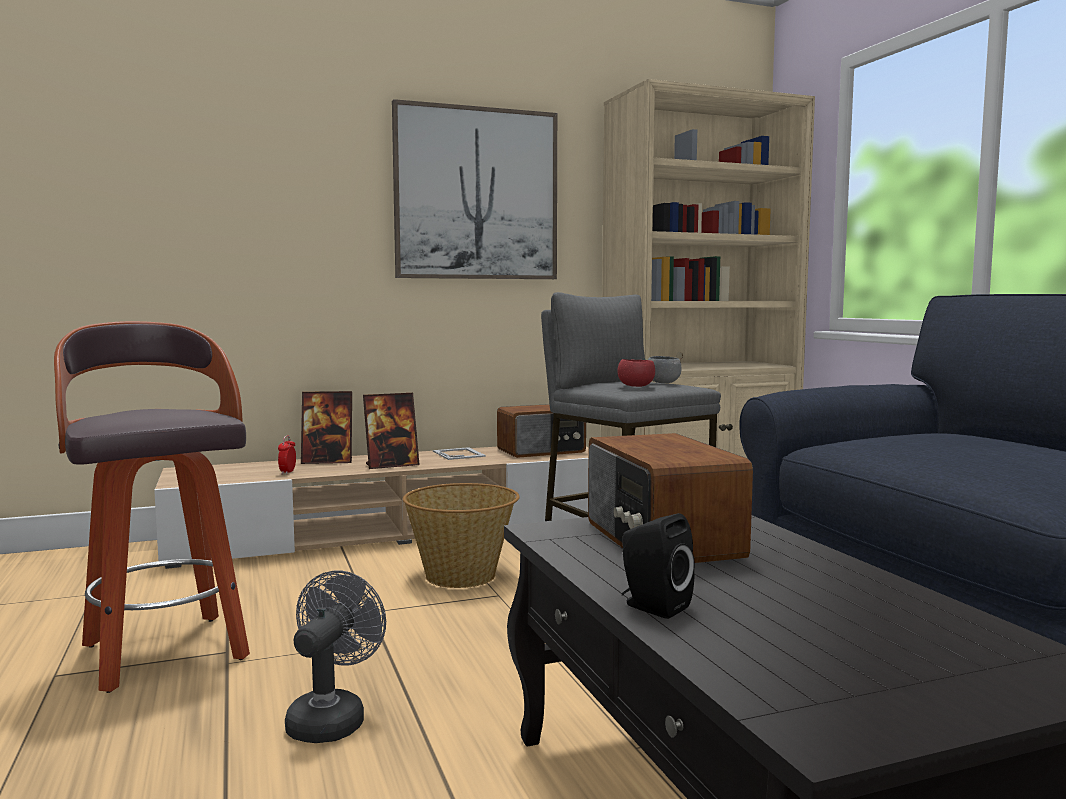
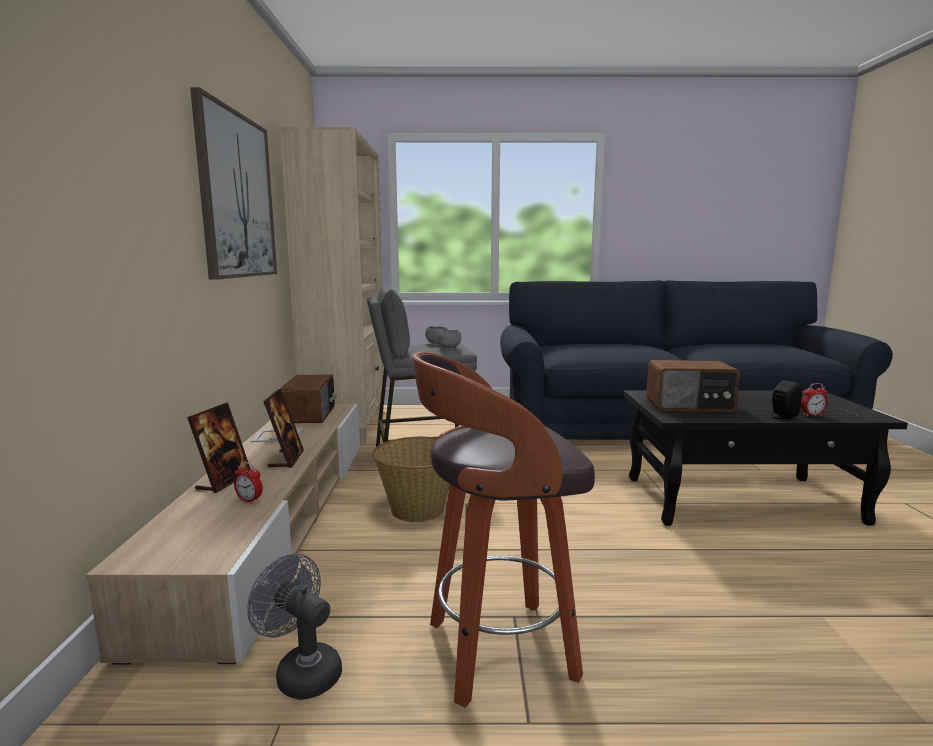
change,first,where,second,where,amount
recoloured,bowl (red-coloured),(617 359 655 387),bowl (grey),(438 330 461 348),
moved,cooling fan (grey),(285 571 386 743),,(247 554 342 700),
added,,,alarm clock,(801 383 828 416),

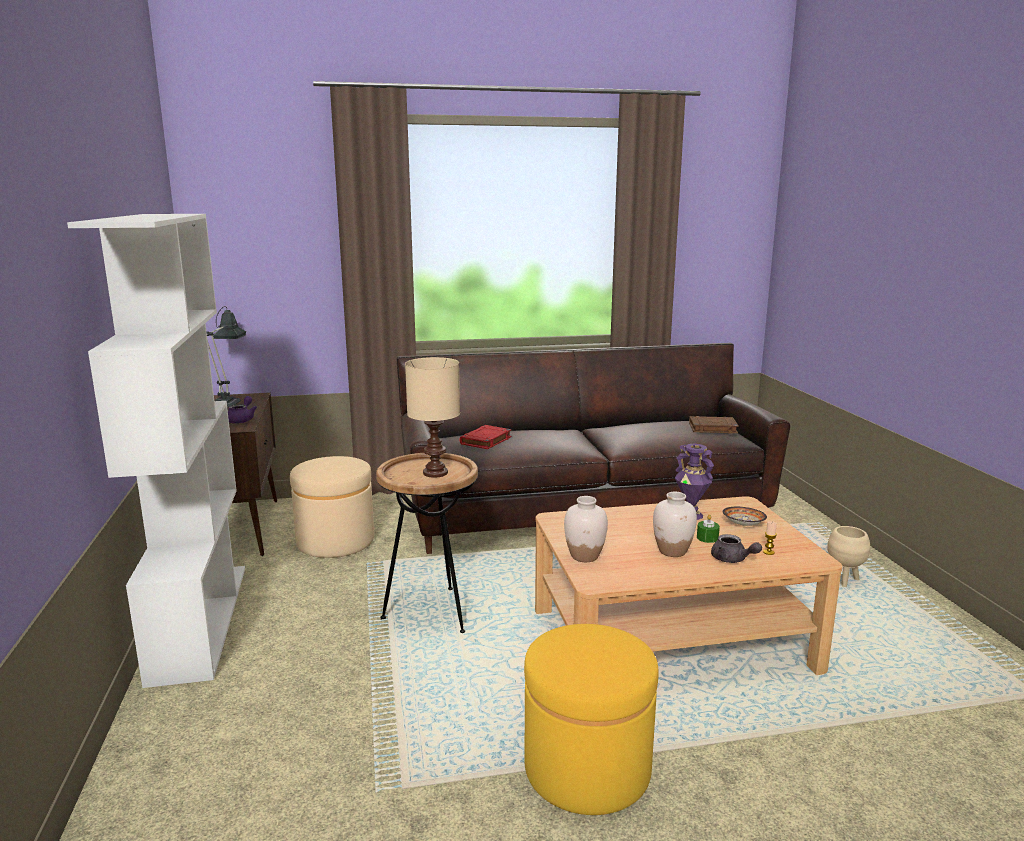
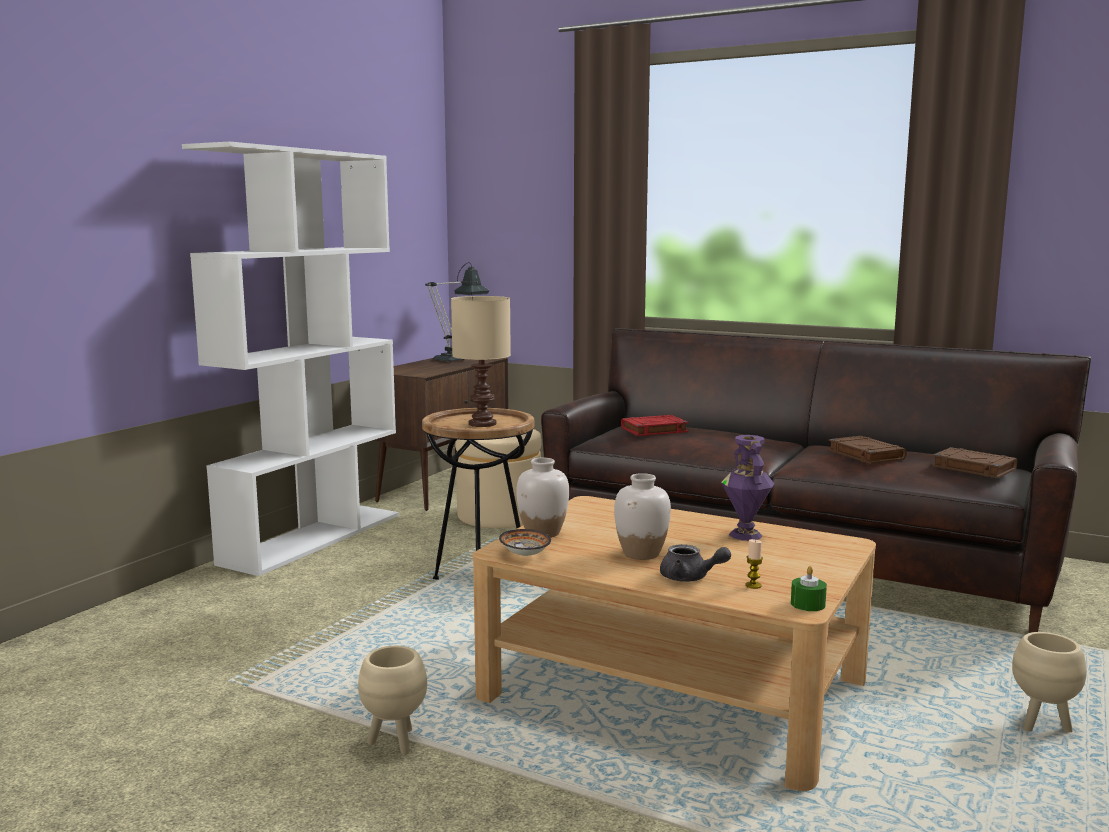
change,first,where,second,where,amount
removed,tea pot (purplish),(228 396 257 424),,,
moved,bowl,(722 507 767 526),,(499 529 551 556),
moved,wax light (green-coloured),(697 514 720 543),,(791 566 827 611),
turned,tea pot (grey),(711 534 762 563),,(660 544 731 582),60 degrees counterclockwise
replaced,footrest (yellow),(524 624 659 815),flower pot (beige),(358 646 427 755),
added,,,bound book (brownish),(828 436 907 464),

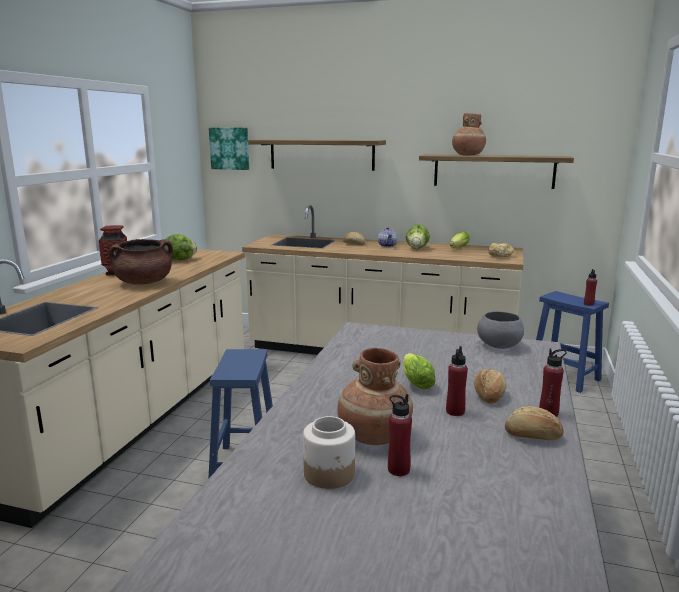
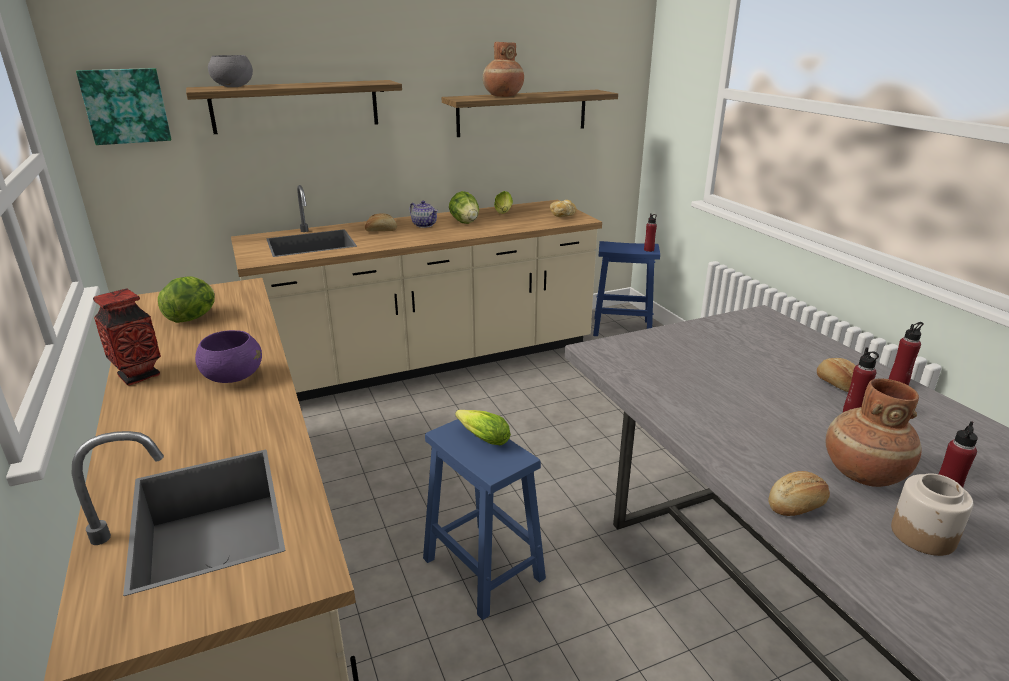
change,first,where,second,where,amount
replaced,stockpot (brownish),(109 239 173 285),bowl (purplish),(195 330 262 383),
moved,bowl (grey),(477 311 524 349),,(208 55 253 87),
moved,head of lettuce,(403 353 436 389),,(455 410 511 446),
moved,baked bread,(505 406 564 440),,(768 471 830 516),

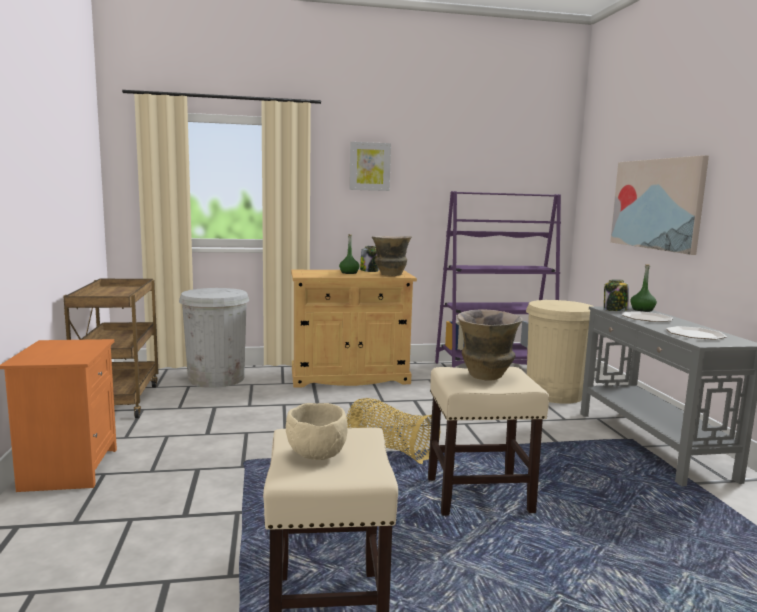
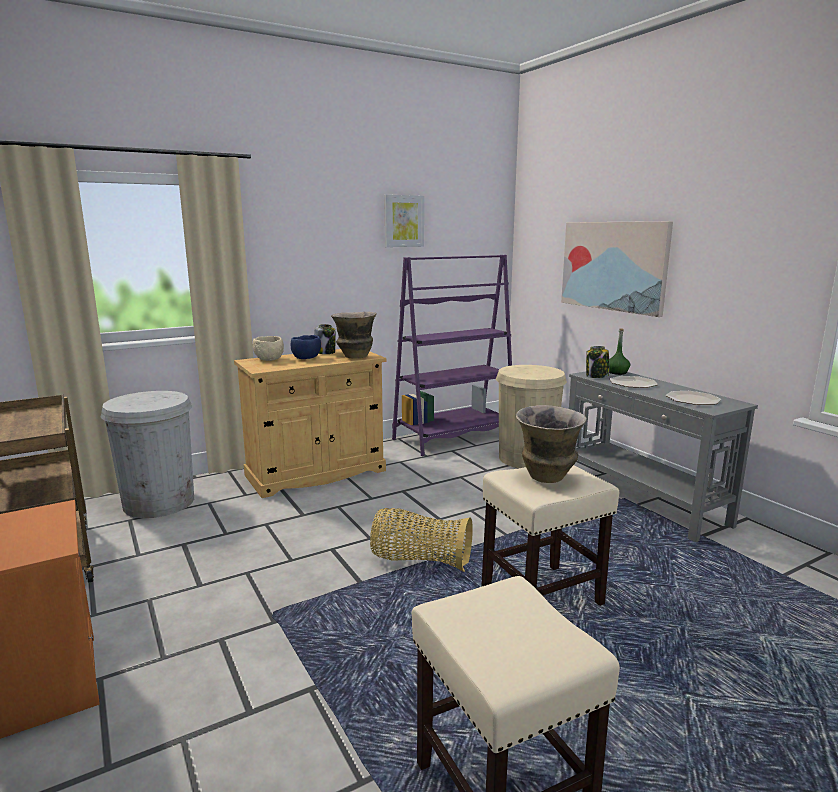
change,first,where,second,where,amount
moved,wall picture,(349 142 391 191),,(384 195 424 247),
replaced,bottle (green-coloured),(339 234 360 274),bowl (bluish),(291 335 321 359),
moved,bowl (beige),(286 403 348 460),,(253 336 284 361),

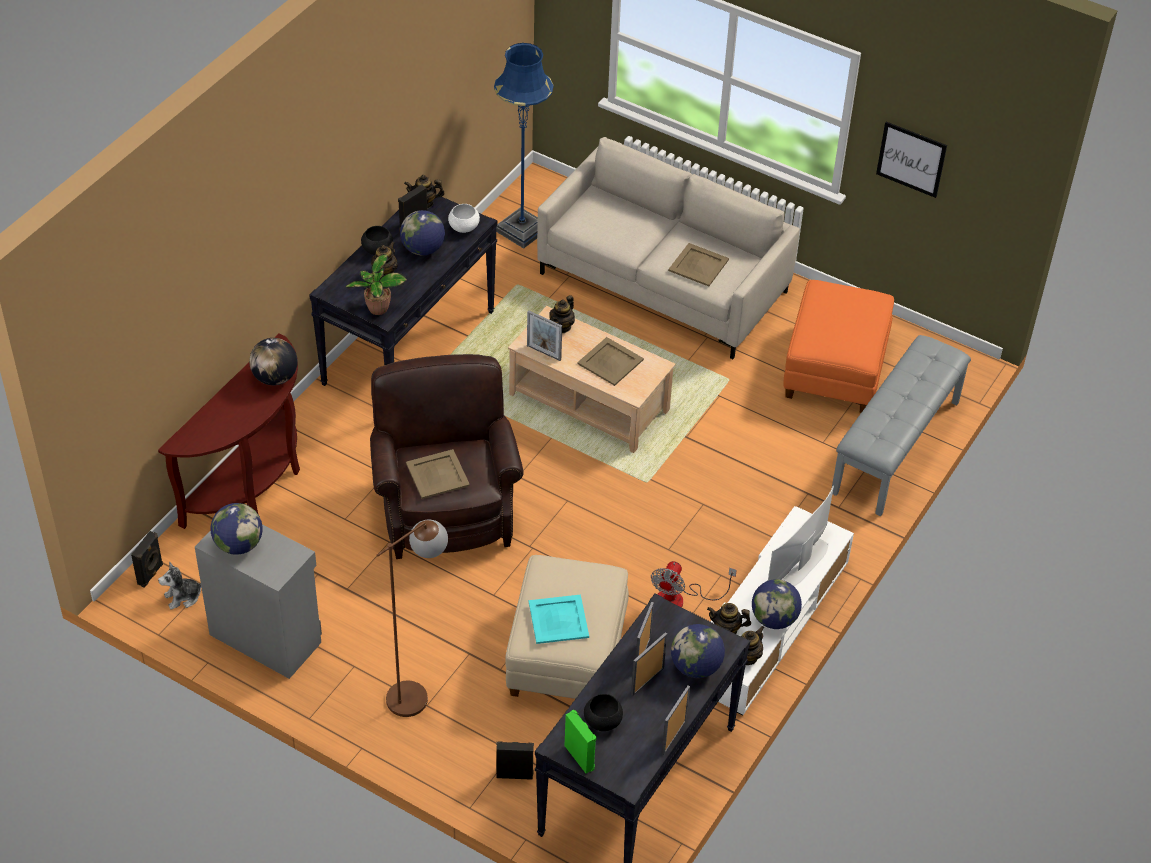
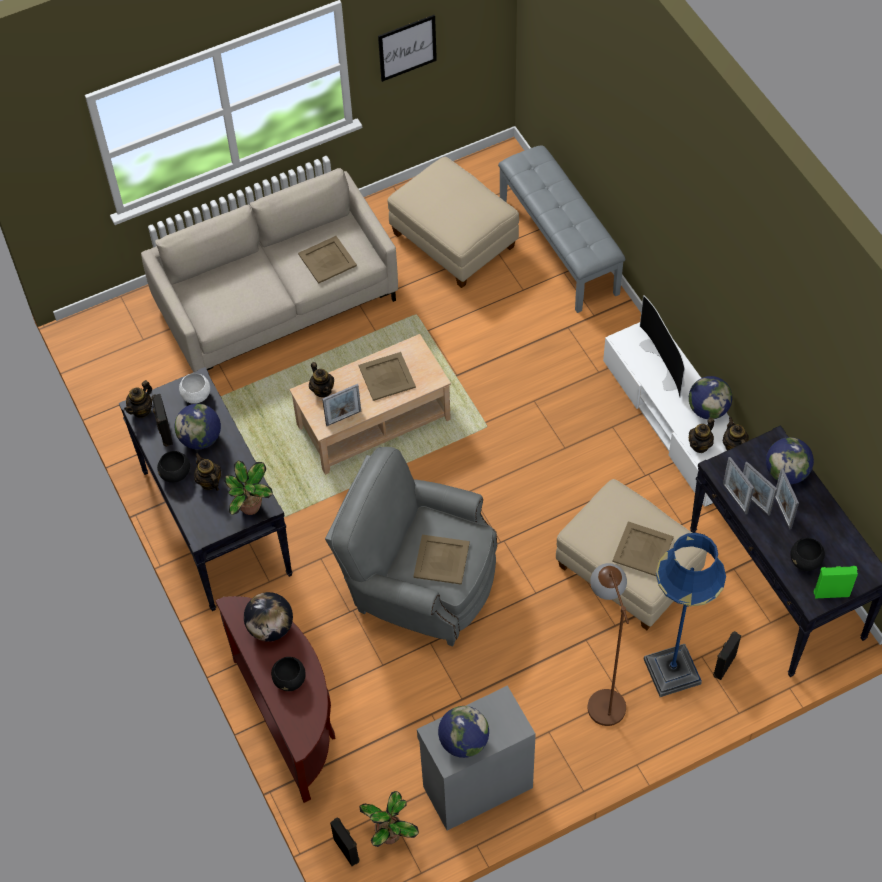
change,first,where,second,where,amount
moved,standard lamp (bluish),(494 43 554 249),,(644 533 726 697),
recoloured,footrest (orangey),(783 280 894 413),footrest (beige),(387 157 519 288),
recoloured,lounge chair (brownish),(370 354 524 559),lounge chair (grey),(325 447 497 647),
removed,cooling fan,(651 561 737 607),,,
replaced,plush toy,(158 562 201 610),houseplant,(360 791 419 847),
recoloured,carrying tray (turquoise),(529 594 589 644),carrying tray (beige),(612 521 674 576),
moved,standing frame,(661 685 690 755),,(723 457 754 515),
added,,,bowl (black),(271 657 306 691),

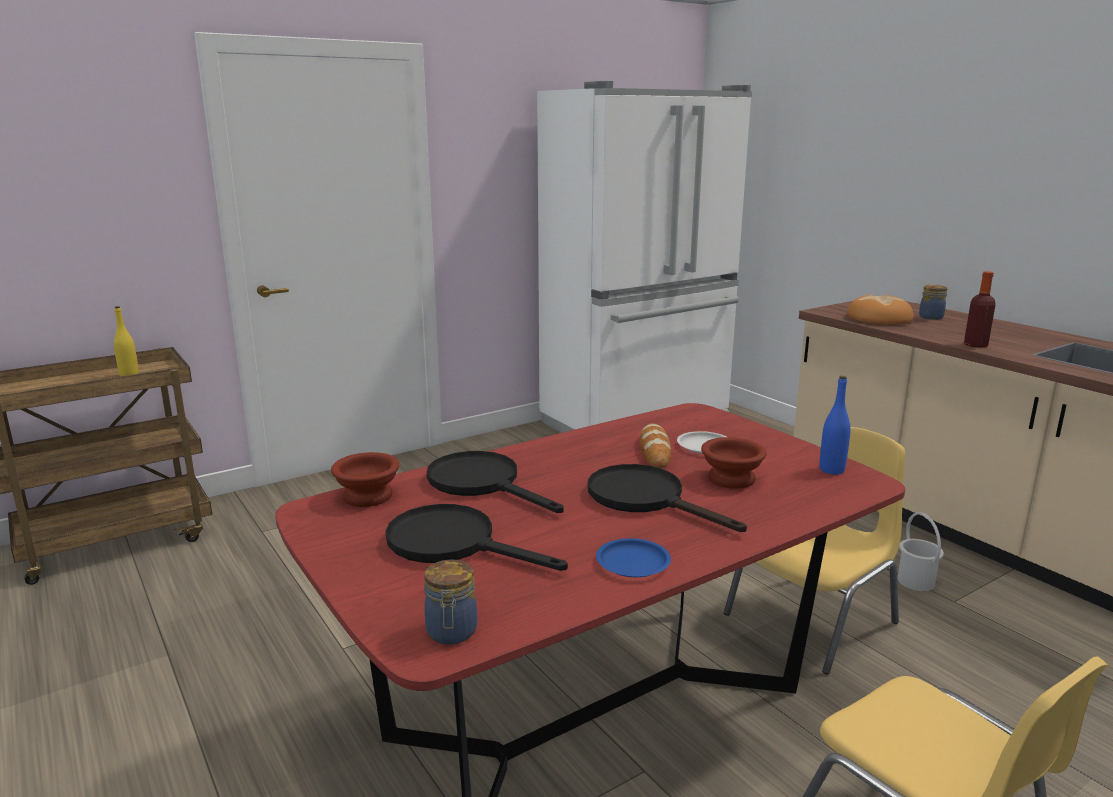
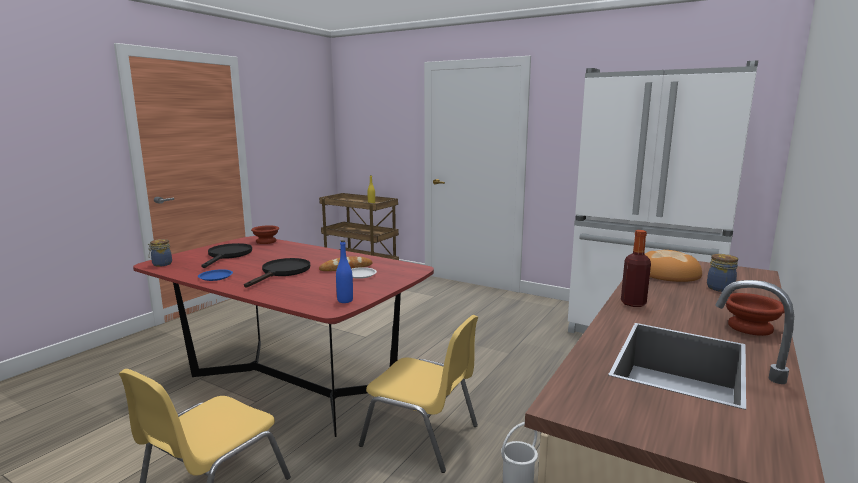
change,first,where,second,where,amount
moved,bowl (brownish),(701 437 767 489),,(726 293 785 336),
removed,skillet (black),(427 451 564 513),,,

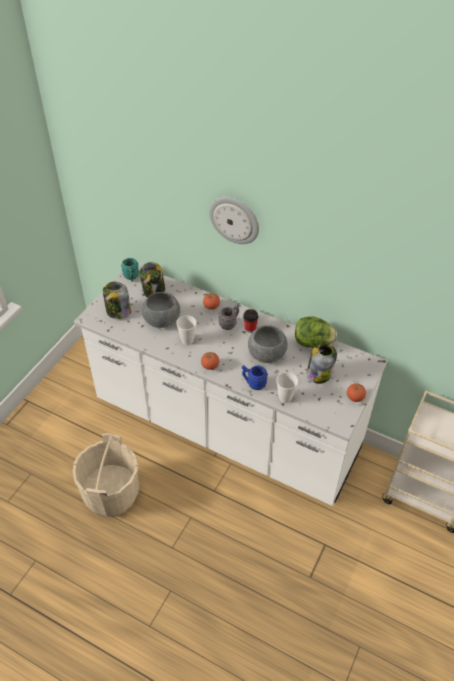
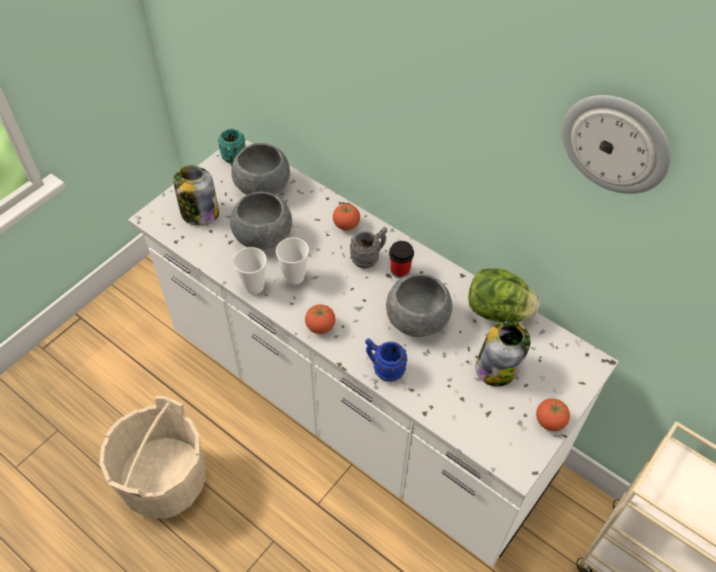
change,first,where,second,where,amount
moved,wall clock,(209 197 259 244),,(562 95 671 194),
replaced,jar,(140 262 165 297),bowl (grey),(231 143 290 195),
moved,cup,(276 372 298 403),,(233 247 267 295),

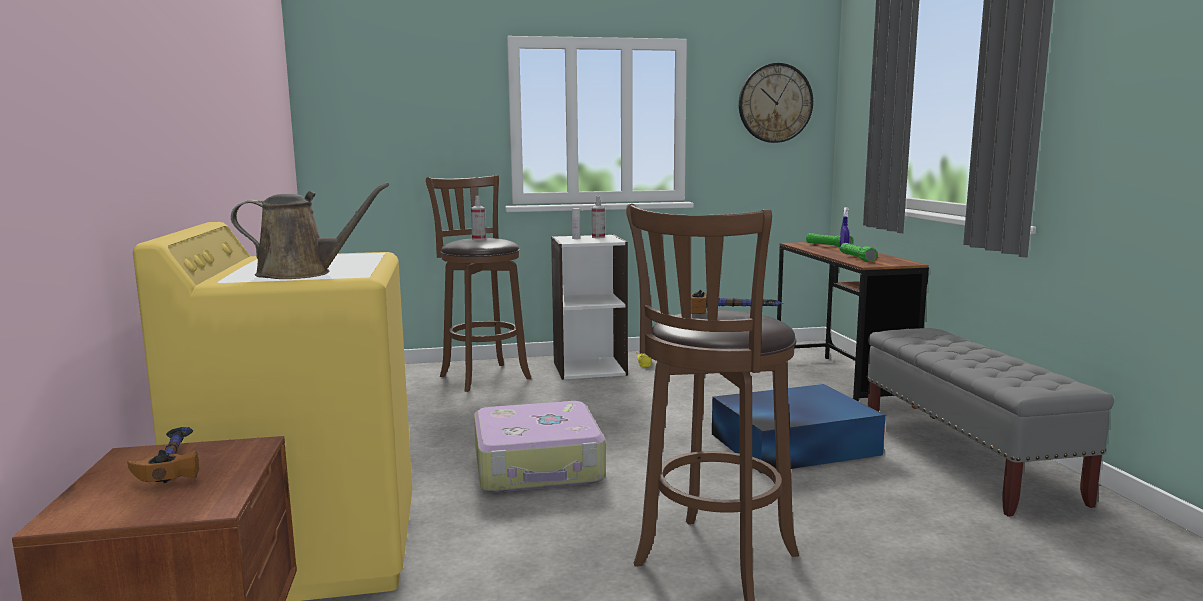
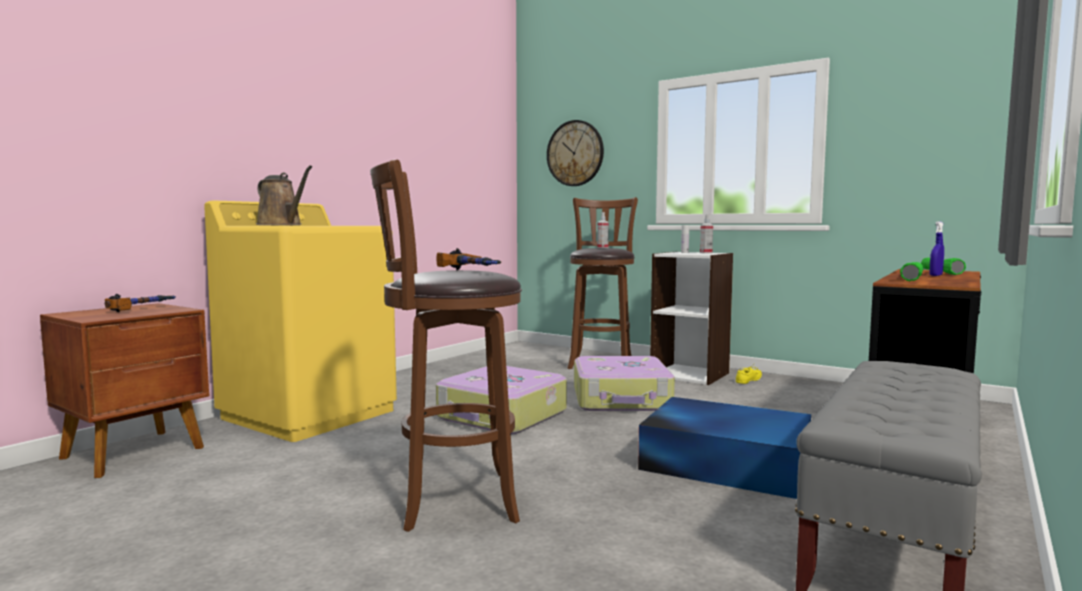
change,first,where,second,where,amount
moved,wall clock,(739 63 813 143),,(547 120 604 186),
added,,,travel case,(574 356 675 411),

